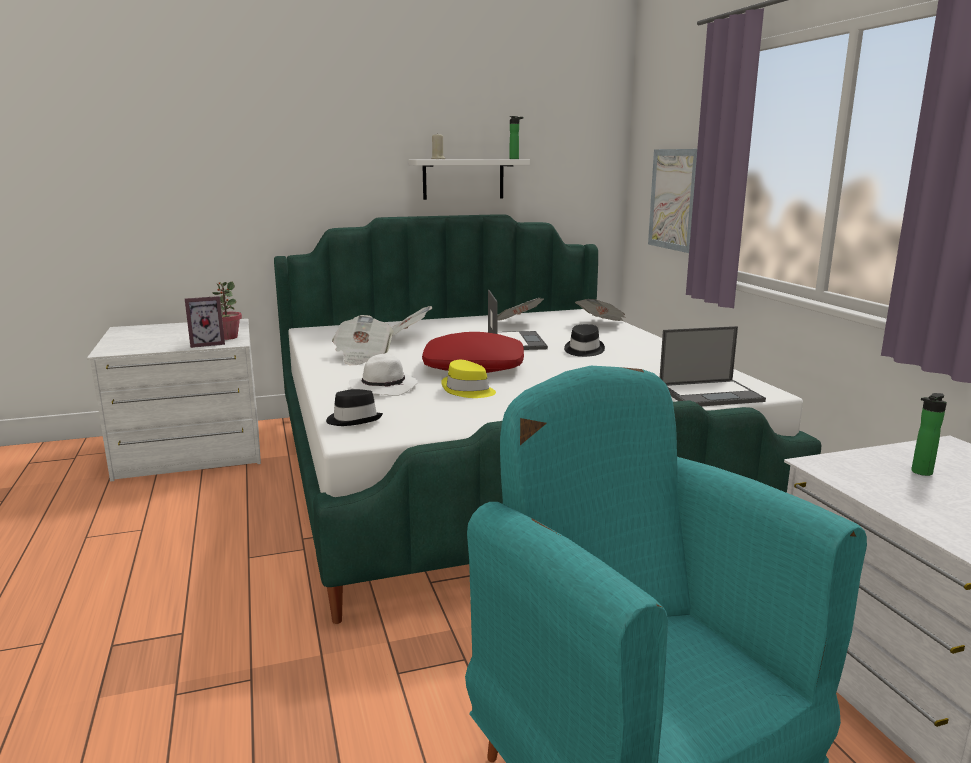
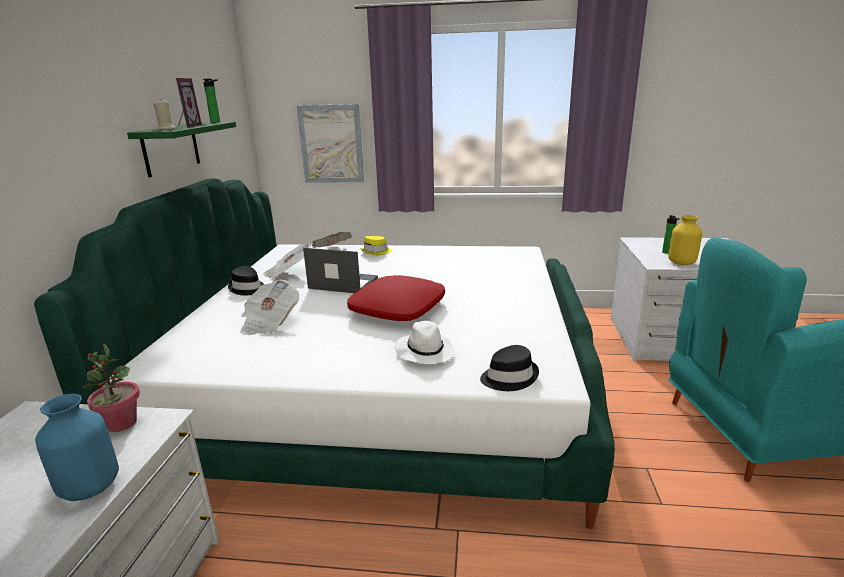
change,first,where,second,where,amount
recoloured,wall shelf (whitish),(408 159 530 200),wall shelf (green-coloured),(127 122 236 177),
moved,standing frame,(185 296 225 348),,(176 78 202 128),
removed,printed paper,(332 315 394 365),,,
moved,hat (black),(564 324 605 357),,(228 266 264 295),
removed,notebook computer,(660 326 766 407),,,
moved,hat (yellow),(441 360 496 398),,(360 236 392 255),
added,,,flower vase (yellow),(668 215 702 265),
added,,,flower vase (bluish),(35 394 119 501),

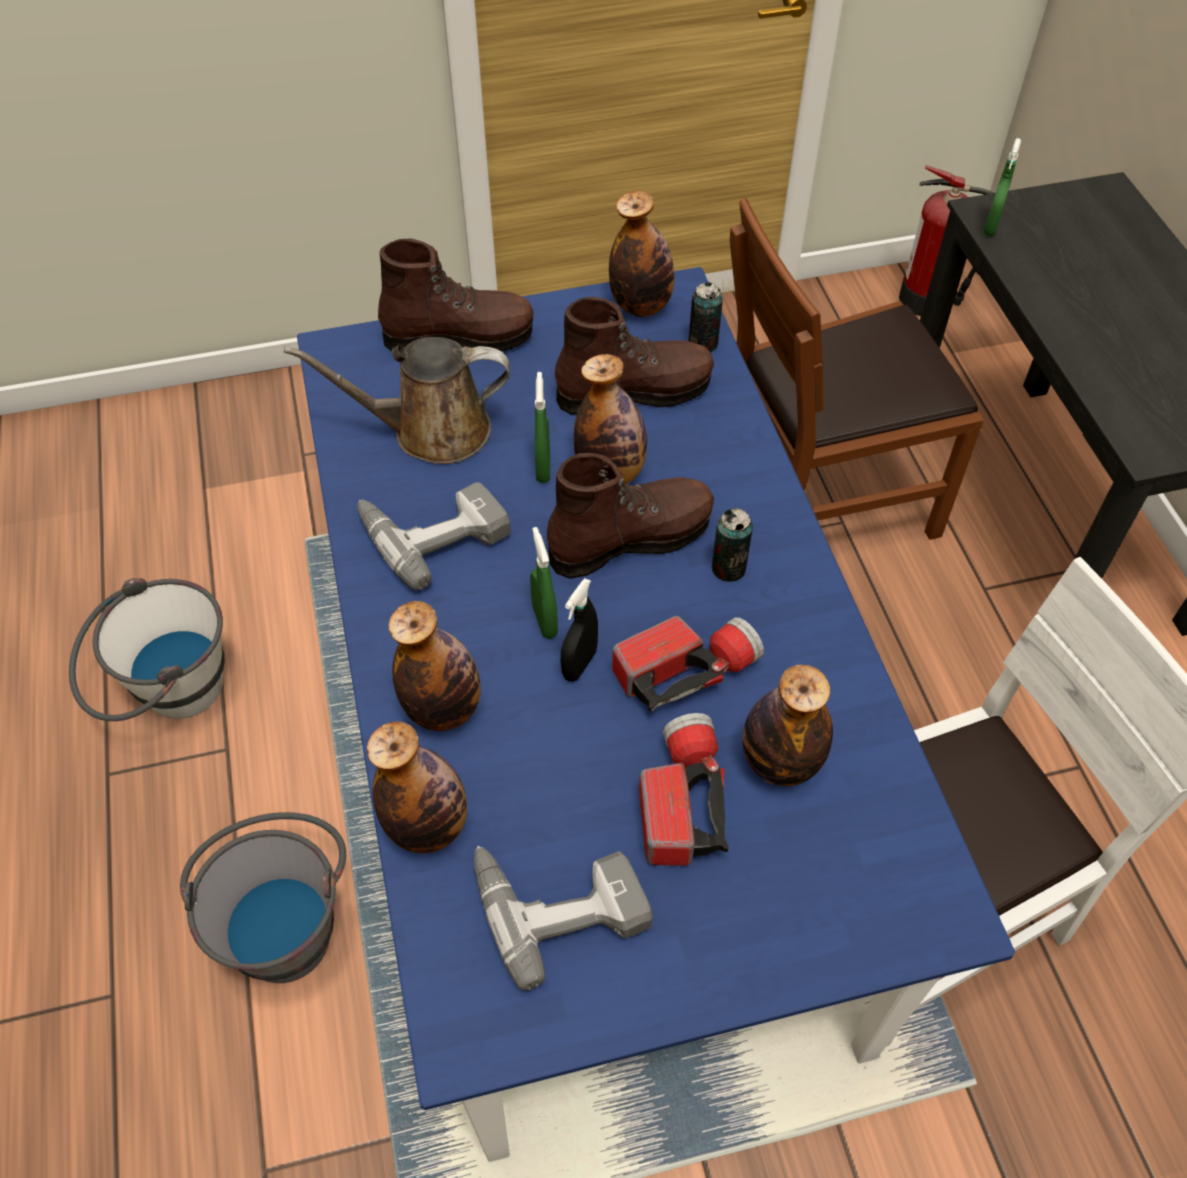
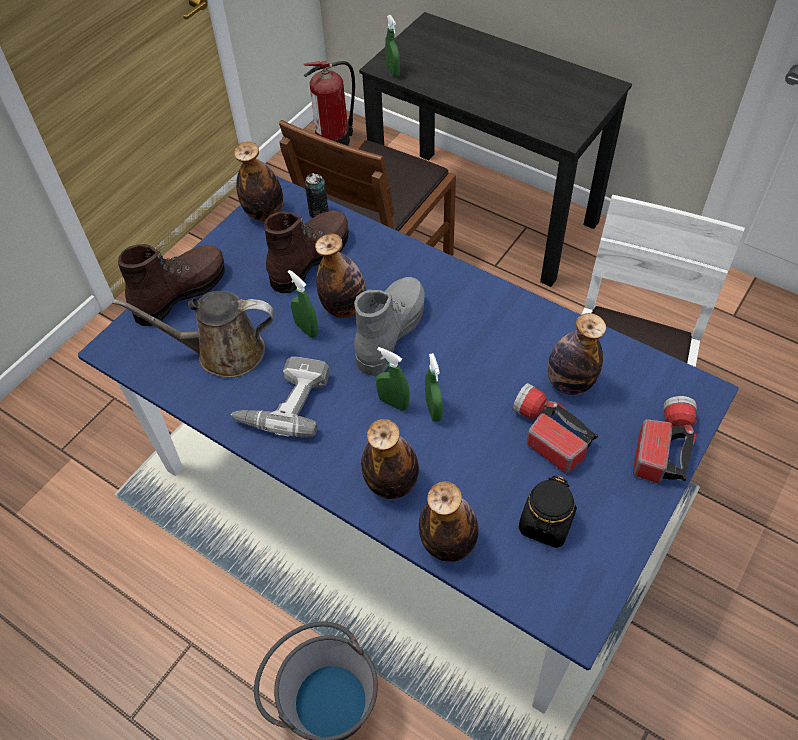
change,first,where,second,where,amount
turned,sprinkling can (brownish),(284 337 510 464),,(112 291 274 378),45 degrees clockwise
recoloured,boot (brownish),(547 453 714 579),boot (grey),(354 277 425 376),
removed,can,(712 508 753 582),,,
removed,pail (whitish),(69 578 225 721),,,
recoloured,sprayer (black),(561 578 598 682),sprayer (green-coloured),(425 353 443 422),
moved,flashlight,(612 616 764 712),,(633 396 697 483),
replaced,power drill,(474 846 653 991),jar (black),(518 476 577 548),

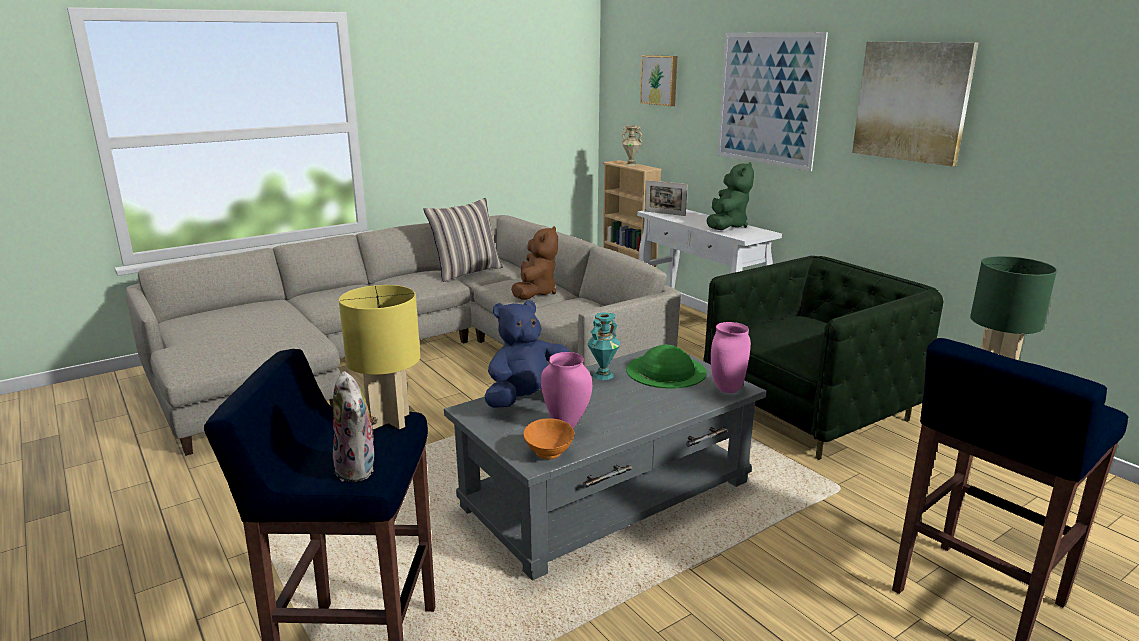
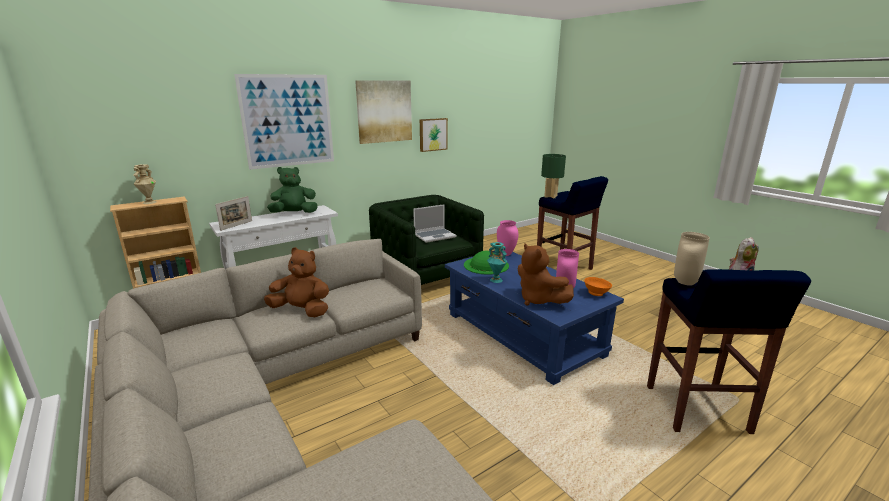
change,first,where,second,where,amount
moved,wall picture,(640 55 677 106),,(420 118 448 152),
turned,plush toy (green-coloured),(706 162 754 230),,(267 167 318 213),45 degrees counterclockwise
removed,throw pillow,(424 198 503 282),,,
replaced,lamp for a table (yellow),(339 285 420 429),flower vase (beige),(674 232 710 286),
recoloured,plush toy (bluish),(485 300 569 408),plush toy (brownish),(518 244 574 306),
recoloured,low table (grey),(444 344 766 581),low table (bluish),(445 251 624 385),
added,,,notebook computer,(413 204 457 243),

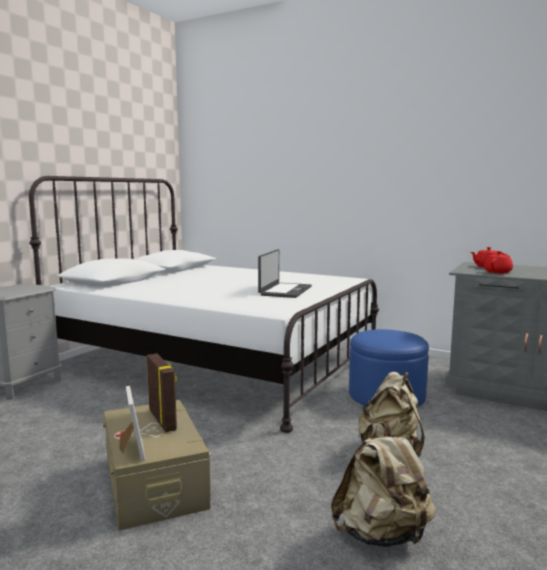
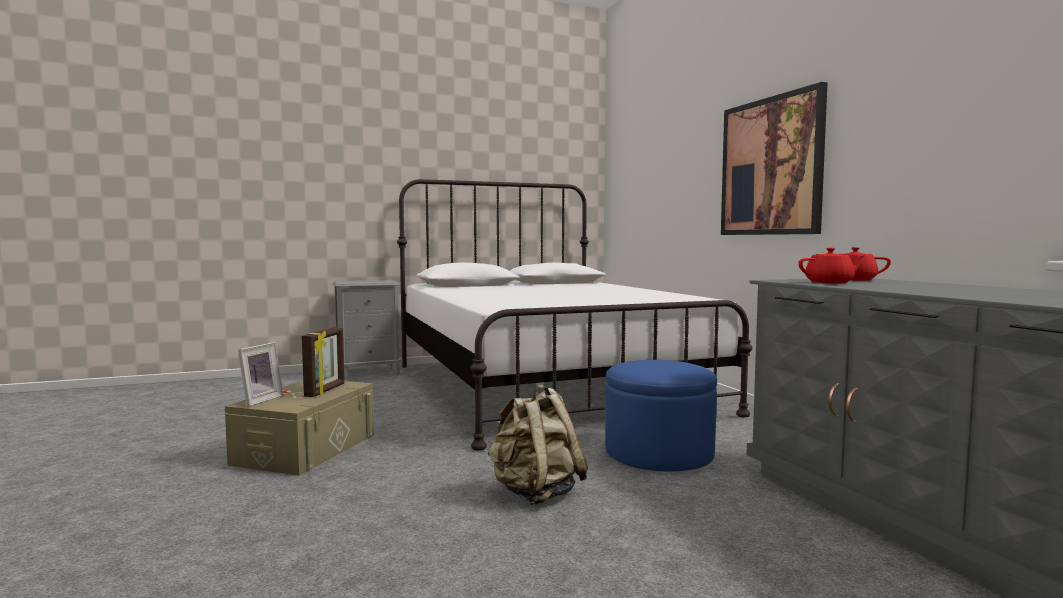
change,first,where,second,where,amount
removed,notebook computer,(258 249 312 298),,,
removed,knapsack (beige),(331 422 436 547),,,
added,,,wall picture,(721 82 828 235),

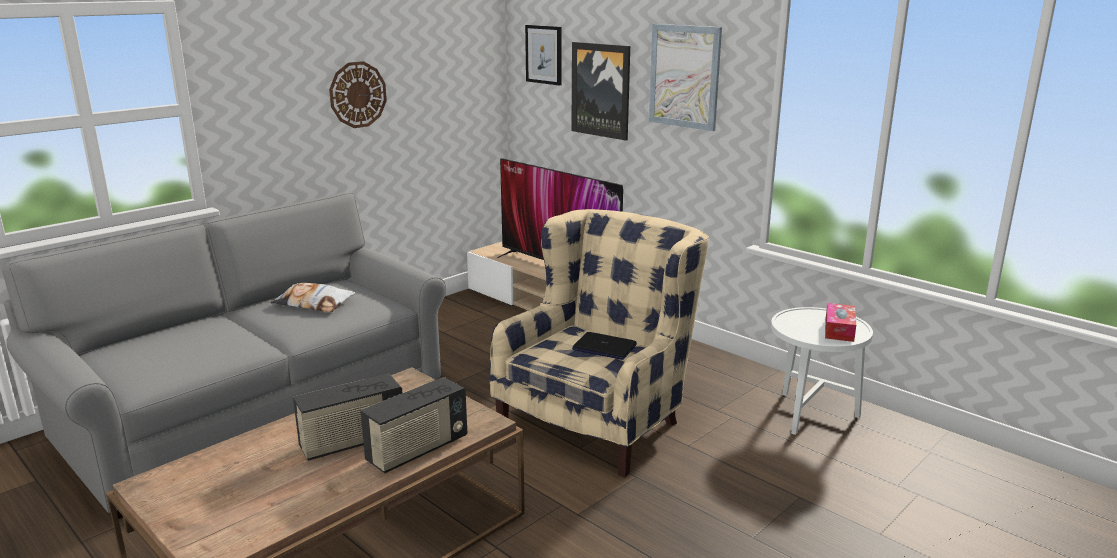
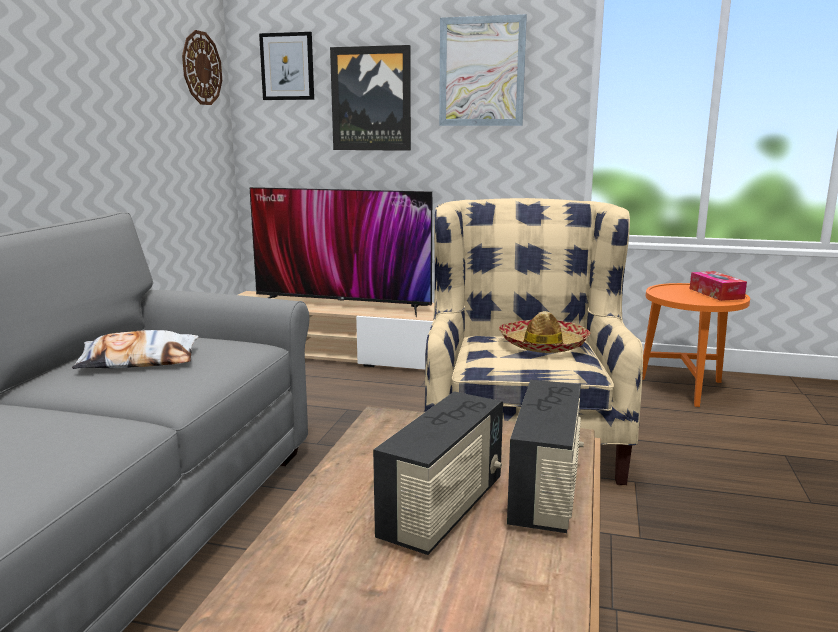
change,first,where,second,where,amount
moved,wall clock,(329 61 387 128),,(182 30 222 105),
recoloured,side table (whitish),(771 307 873 435),side table (orangey),(642 283 750 407),
replaced,notebook computer,(572 332 637 360),hat,(499 311 590 353),

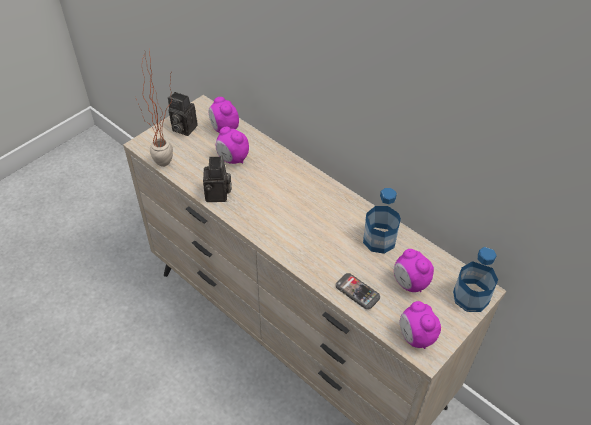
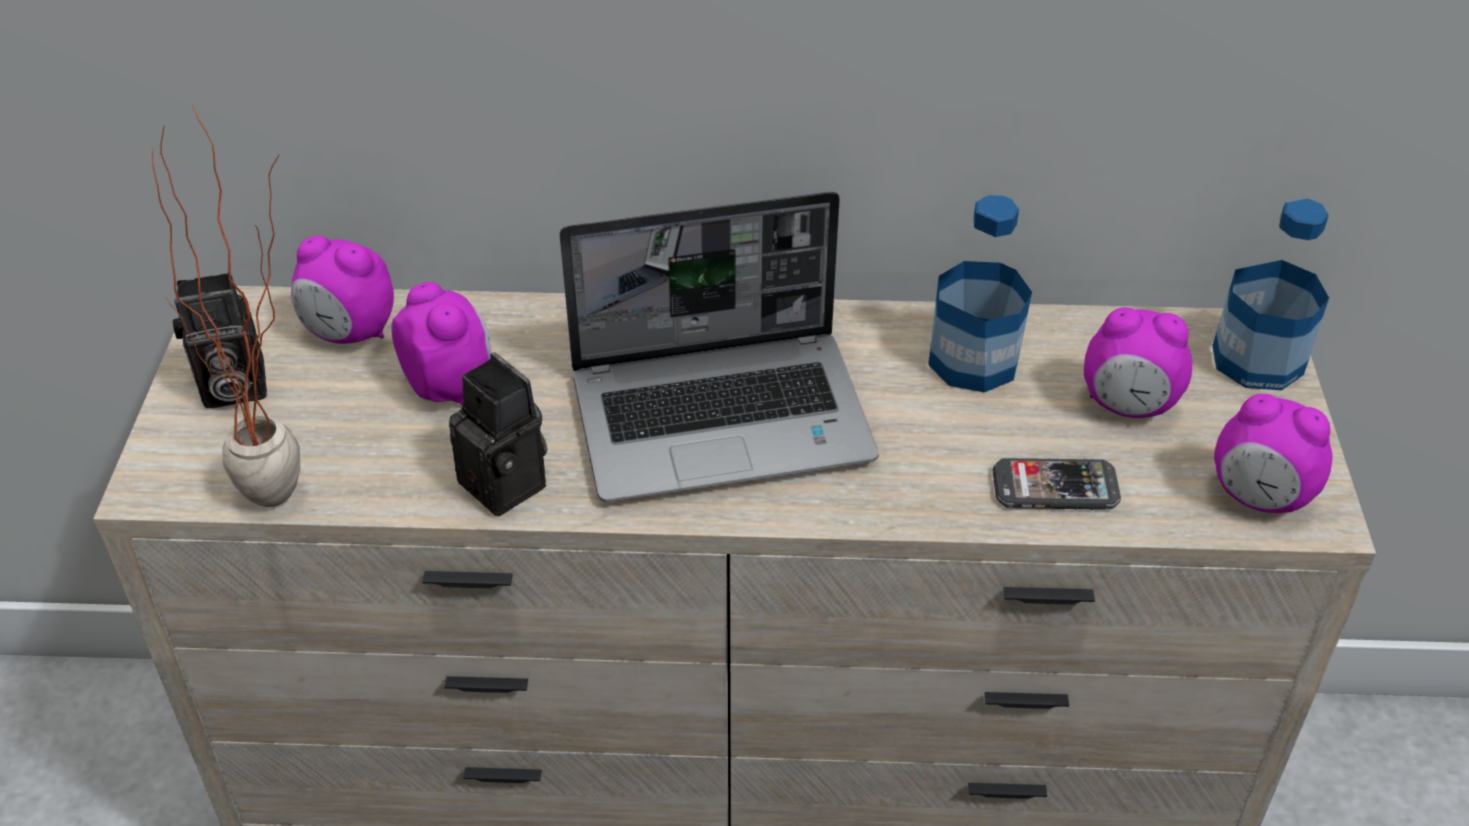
change,first,where,second,where,amount
turned,alarm clock,(216 127 249 164),,(392 282 491 406),120 degrees counterclockwise
added,,,notebook computer,(559 192 879 502),

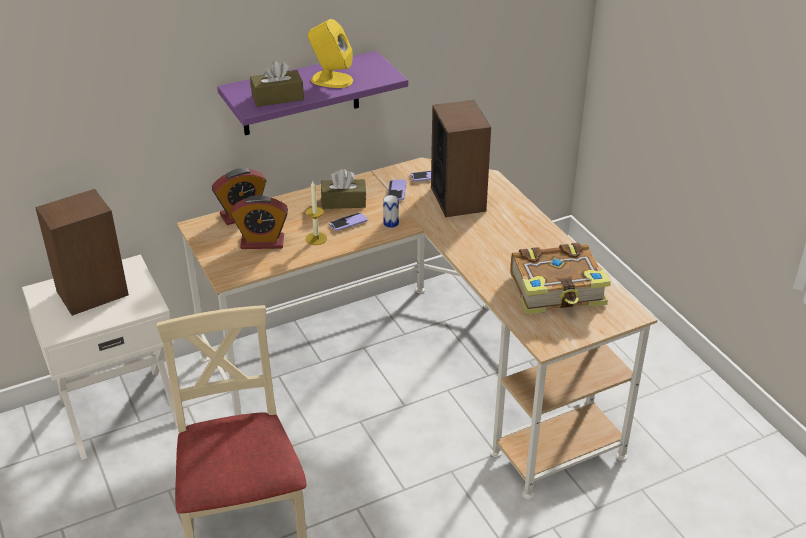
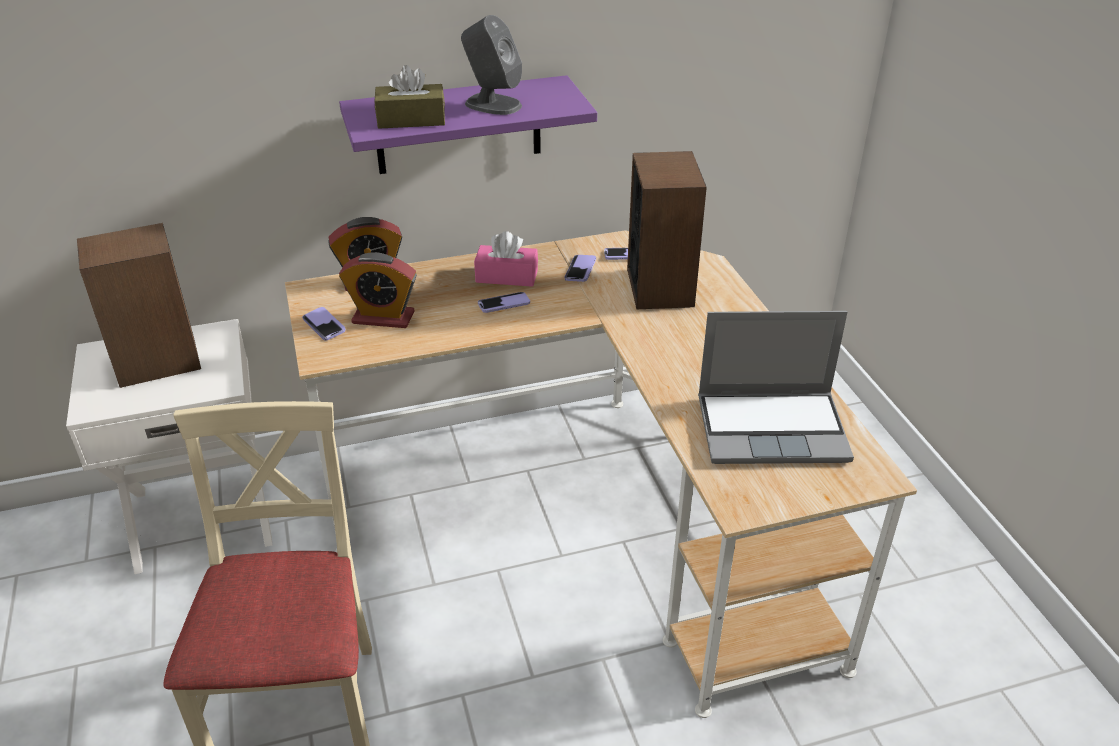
change,first,where,second,where,amount
recoloured,loudspeaker (yellow),(308 19 353 88),loudspeaker (grey),(461 15 522 115),
recoloured,tissue holder (brownish),(321 169 366 209),tissue holder (pink-coloured),(474 231 538 287),
removed,wax light,(305 181 327 245),,,
removed,can,(383 195 399 228),,,
replaced,bound book,(510 243 611 315),notebook computer,(698 311 854 464),
added,,,handset,(302 307 346 341),

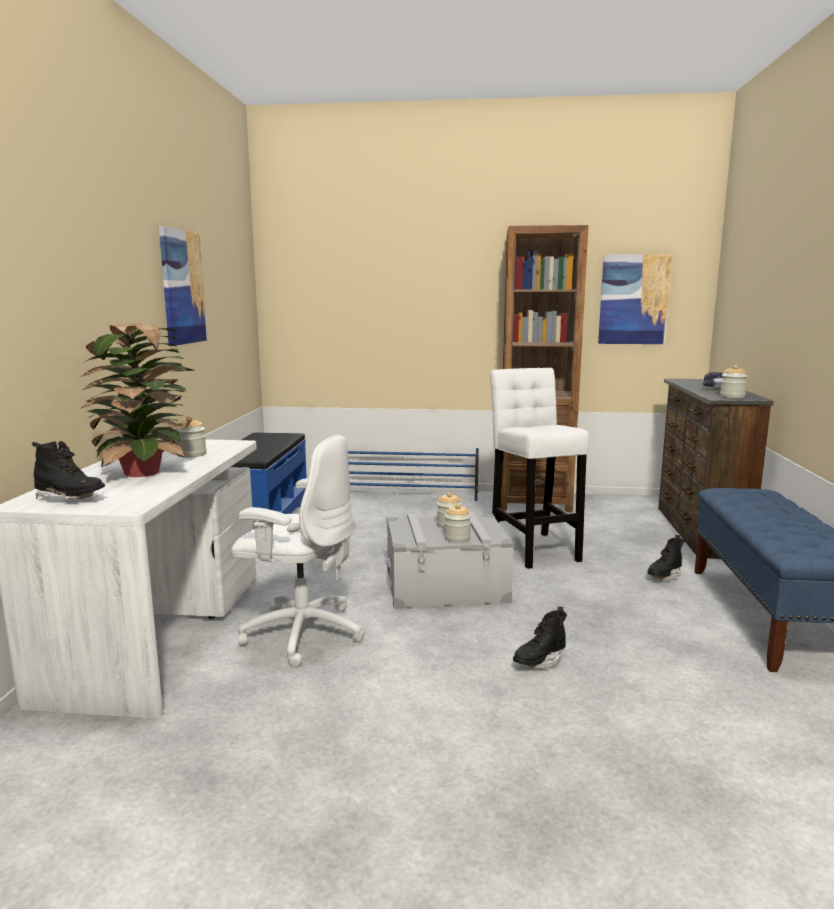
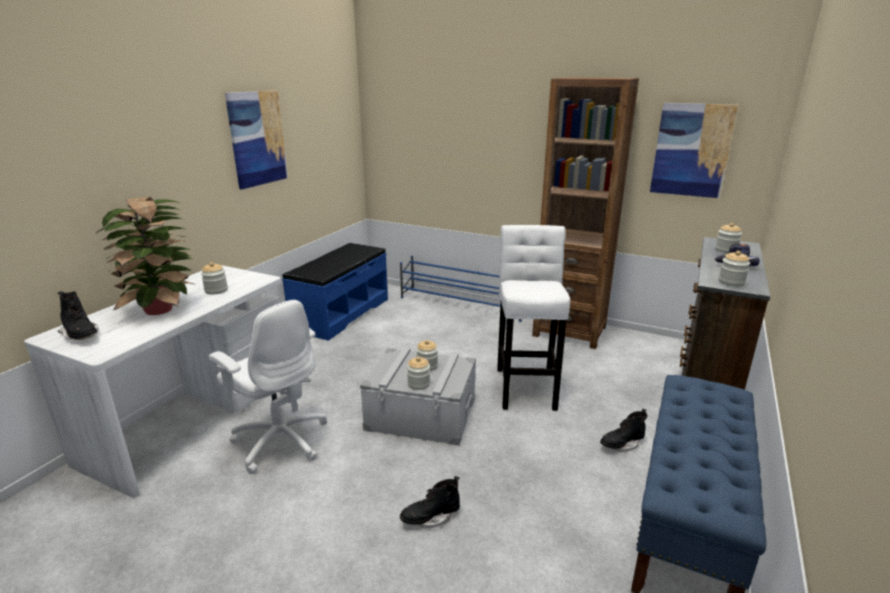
change,first,where,second,where,amount
added,,,jar,(715 223 742 253),

